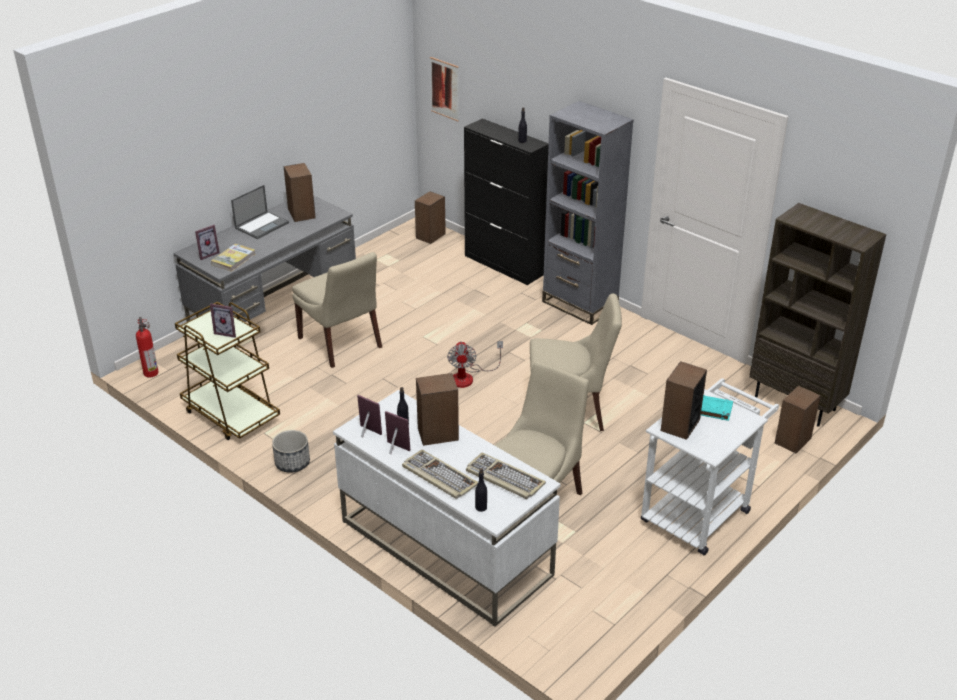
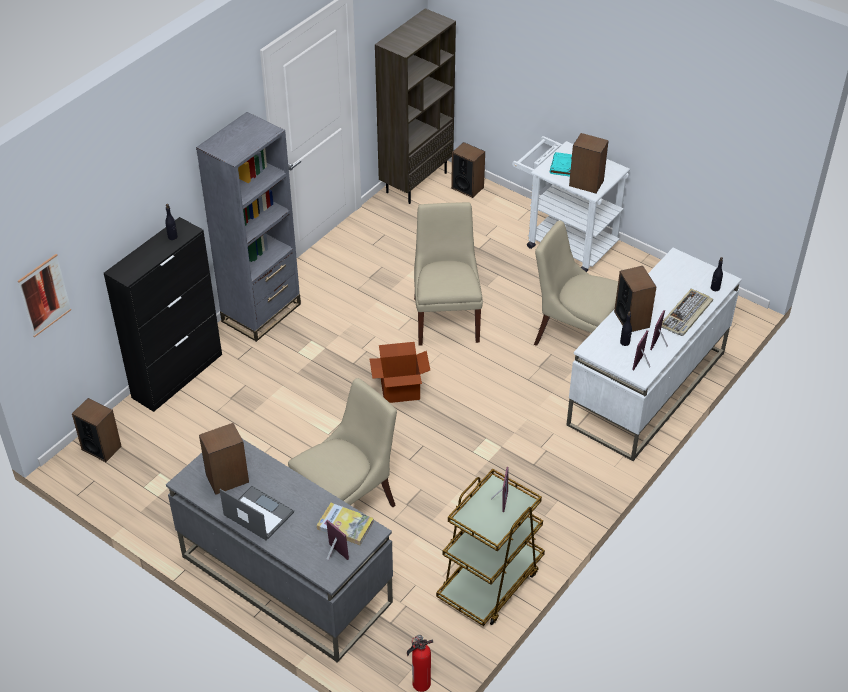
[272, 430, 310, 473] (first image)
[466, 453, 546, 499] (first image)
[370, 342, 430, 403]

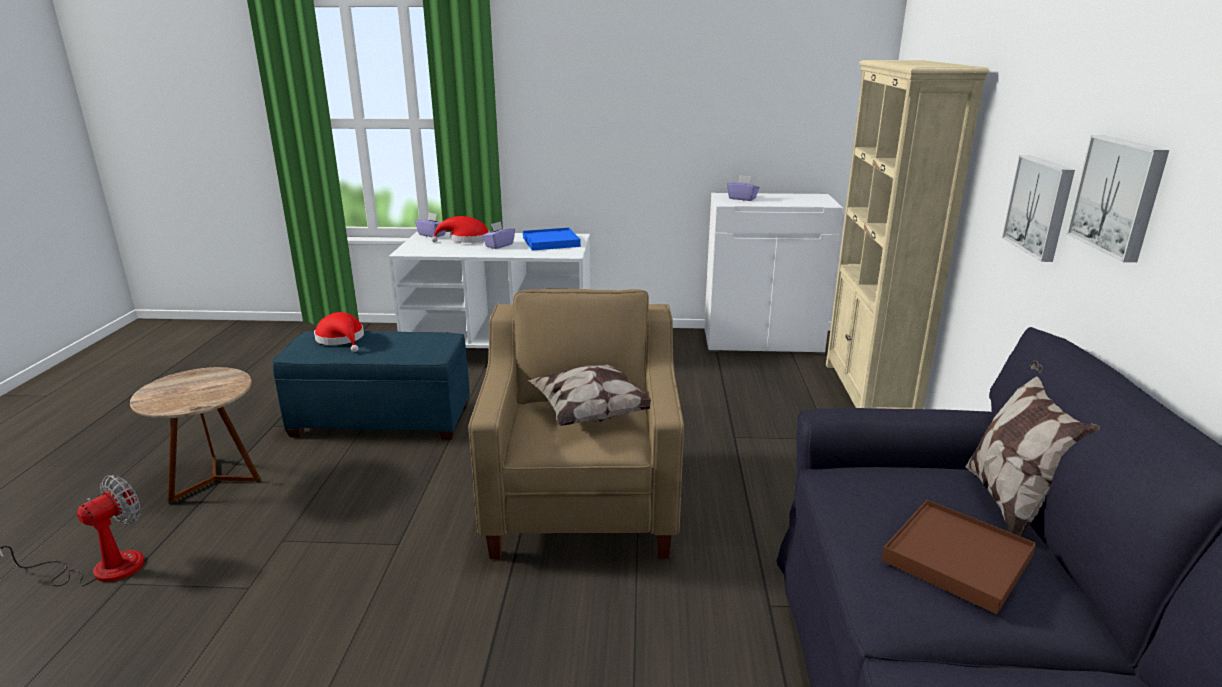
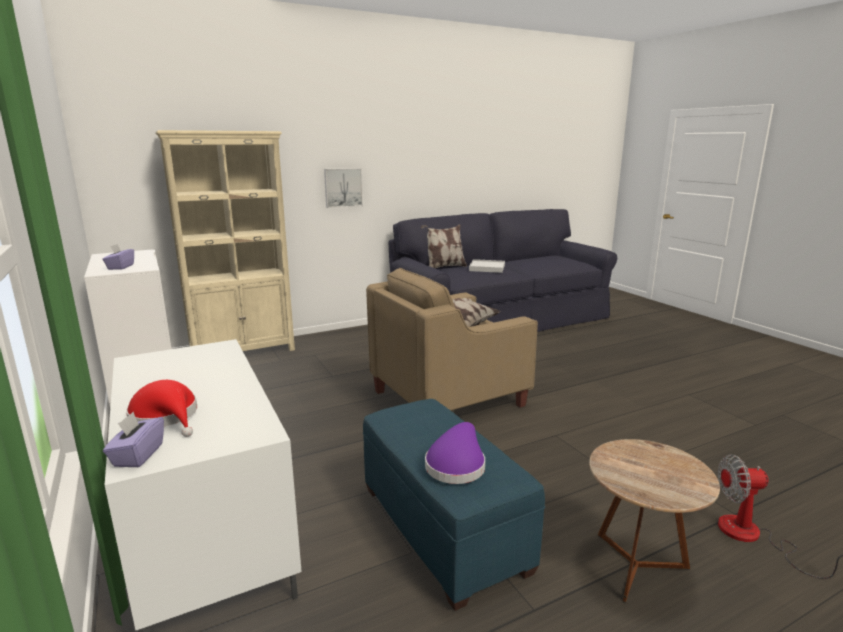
[482, 221, 515, 249] (first image)
[523, 228, 581, 251] (first image)
[1067, 135, 1169, 262] (first image)
[425, 422, 485, 484]
[469, 259, 505, 273]

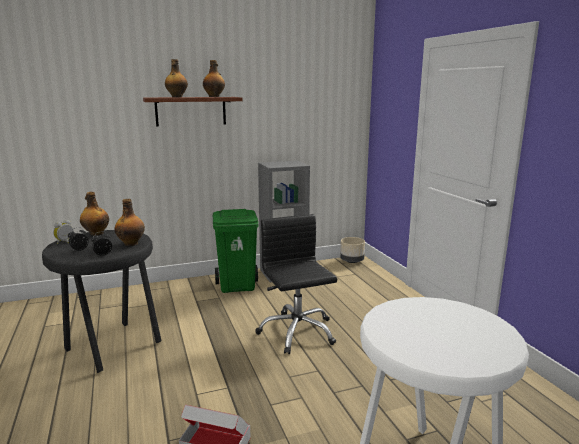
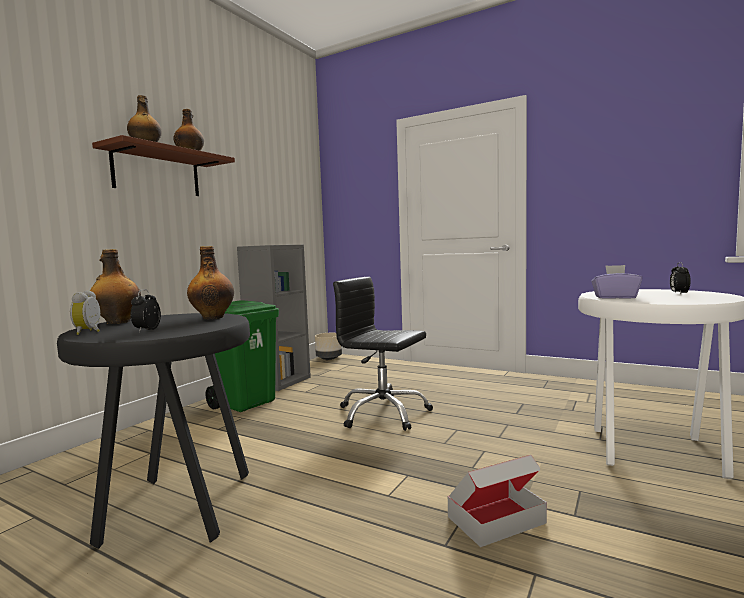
[591, 265, 642, 299]
[670, 262, 690, 294]

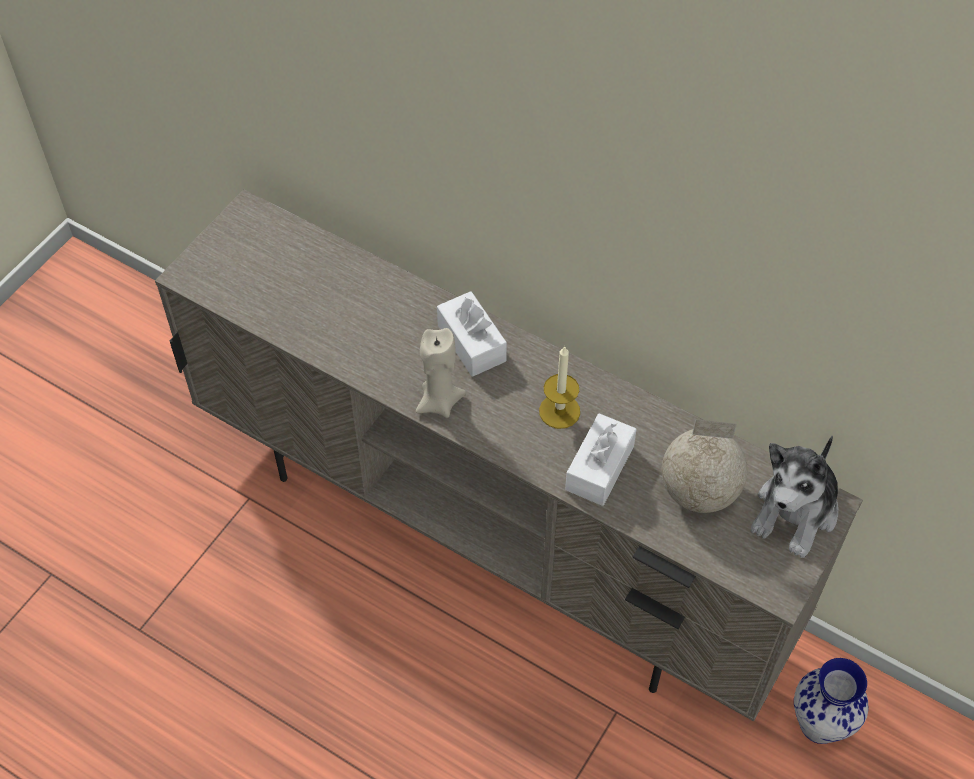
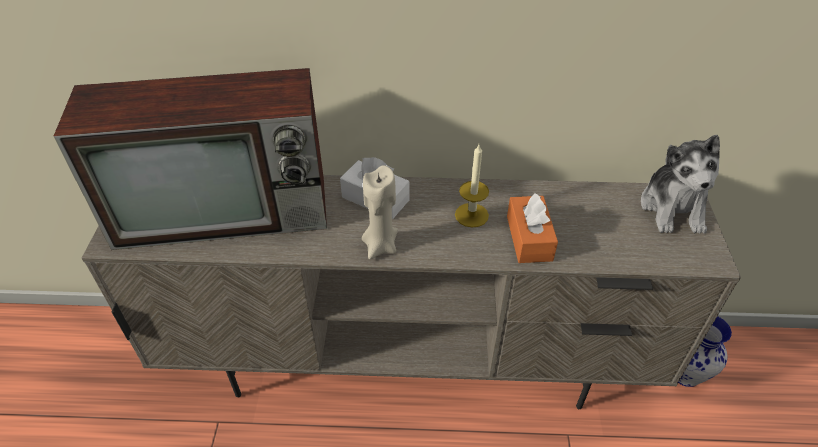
[662, 419, 747, 513] (first image)
[54, 68, 327, 250]
[507, 192, 558, 263]

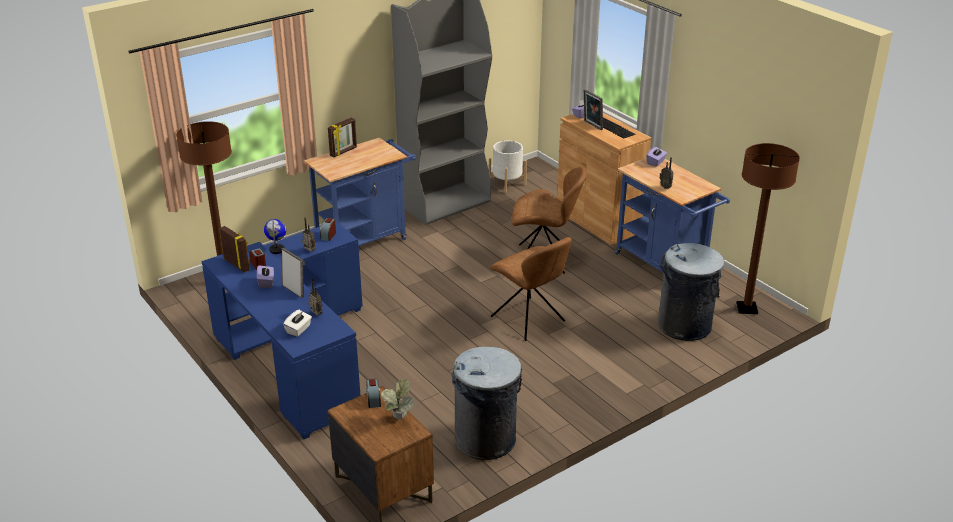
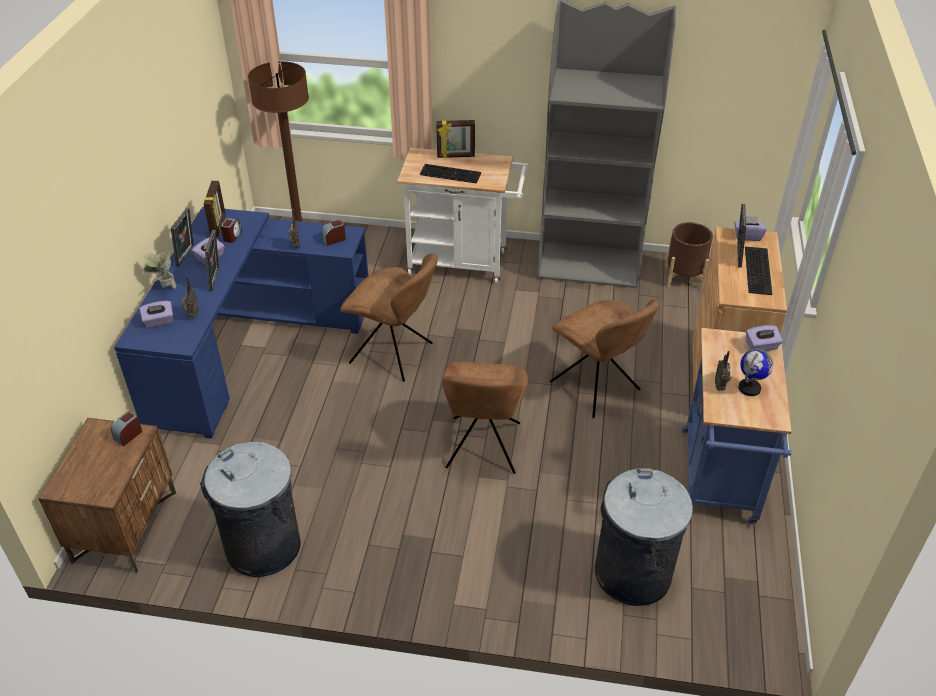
[736, 143, 800, 314] (first image)
[171, 208, 194, 267]
[340, 253, 438, 382]
[420, 164, 481, 184]
[738, 349, 773, 396]
[143, 249, 176, 289]
[140, 301, 173, 328]
[397, 148, 529, 283]
[666, 222, 713, 290]

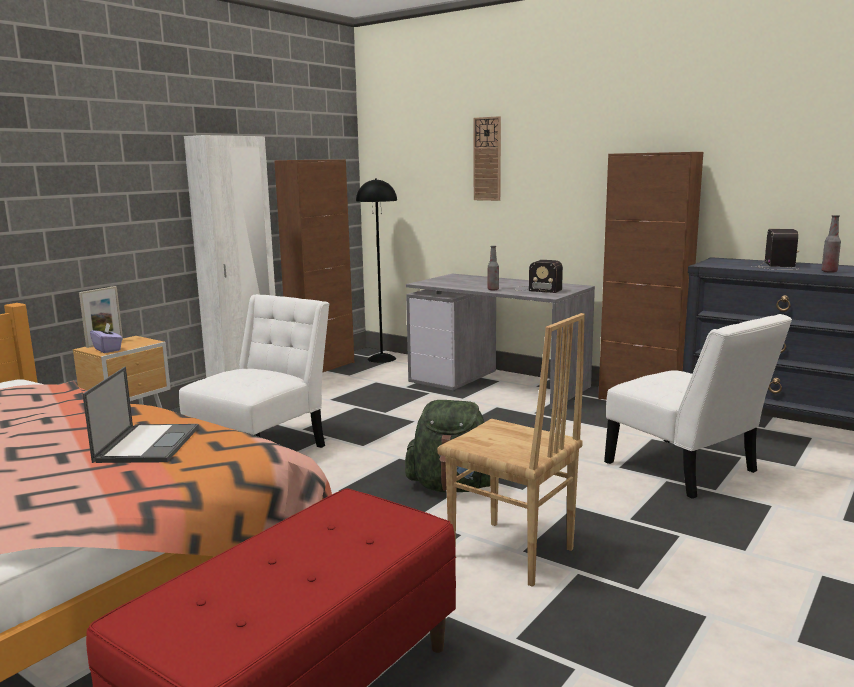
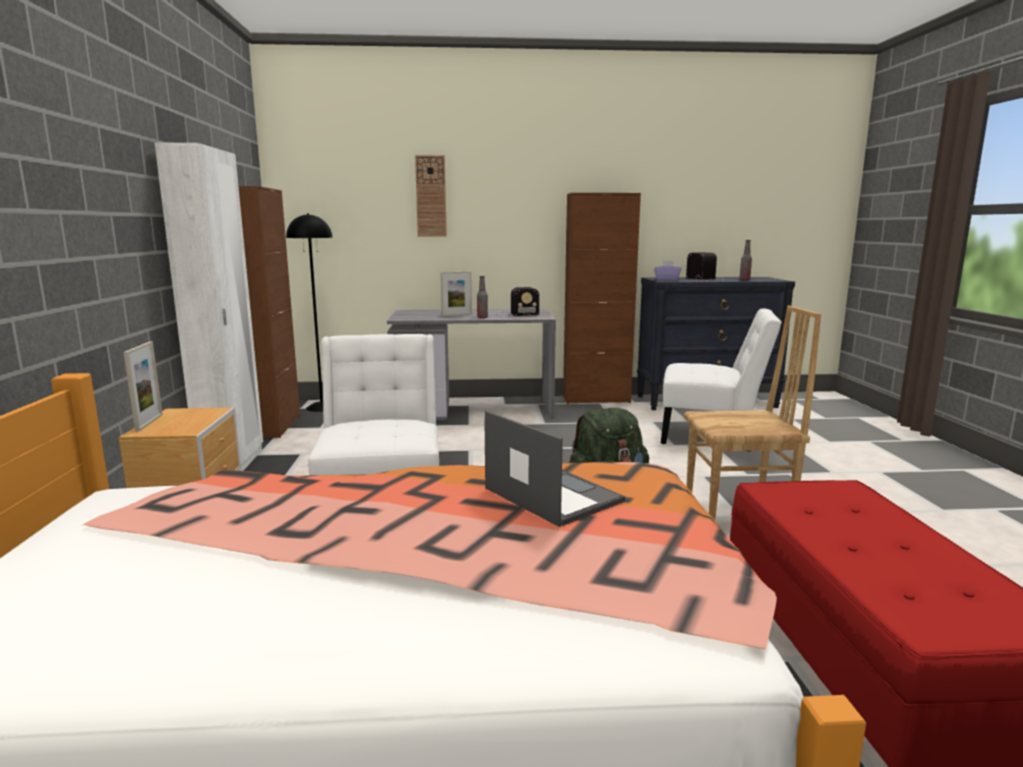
[441, 271, 472, 316]
[654, 260, 681, 281]

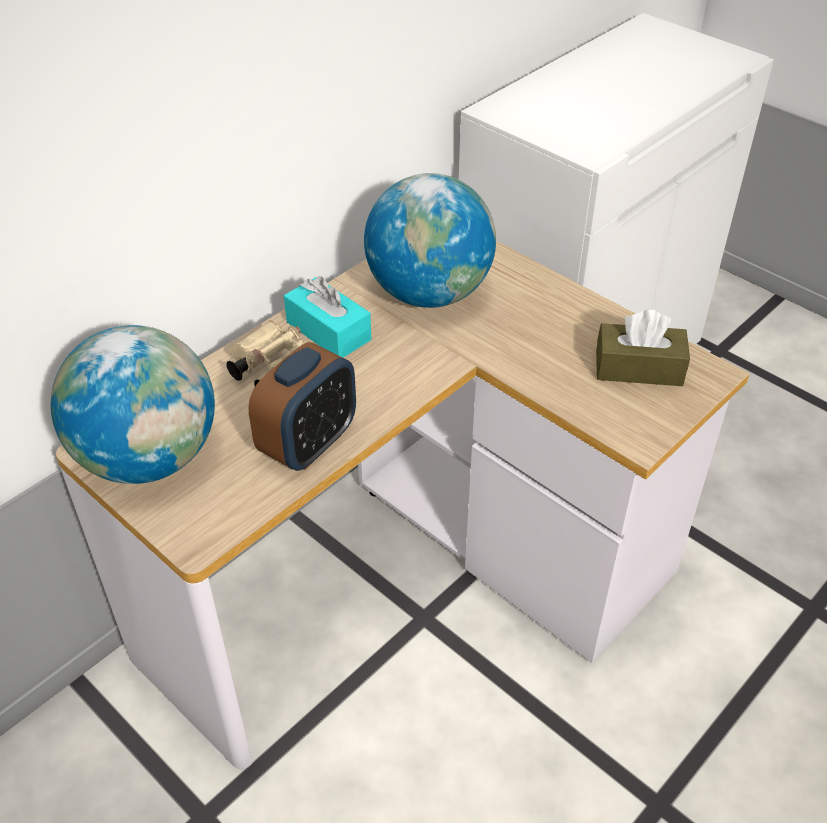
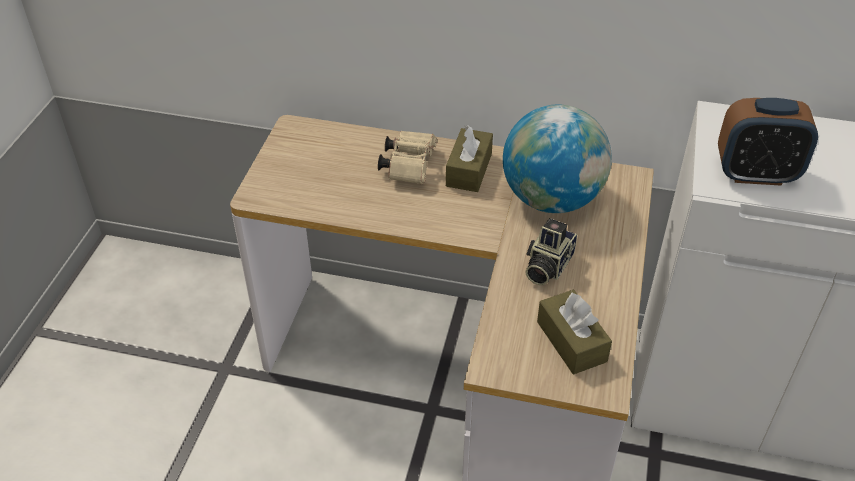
[51, 325, 215, 484] (first image)
[525, 218, 577, 285]
[718, 98, 818, 186]
[446, 125, 493, 192]

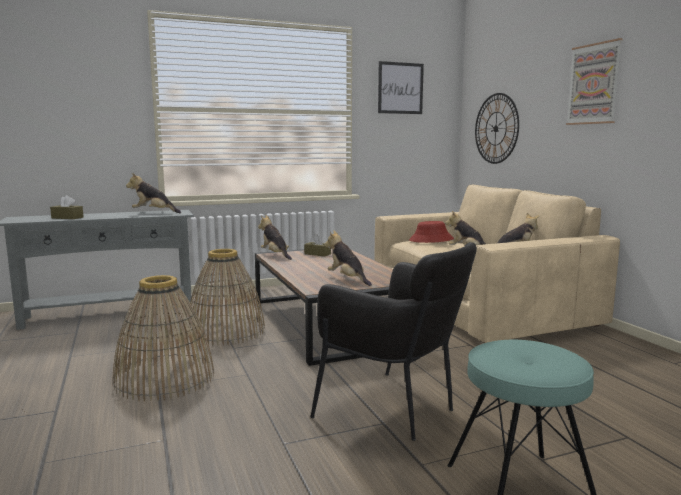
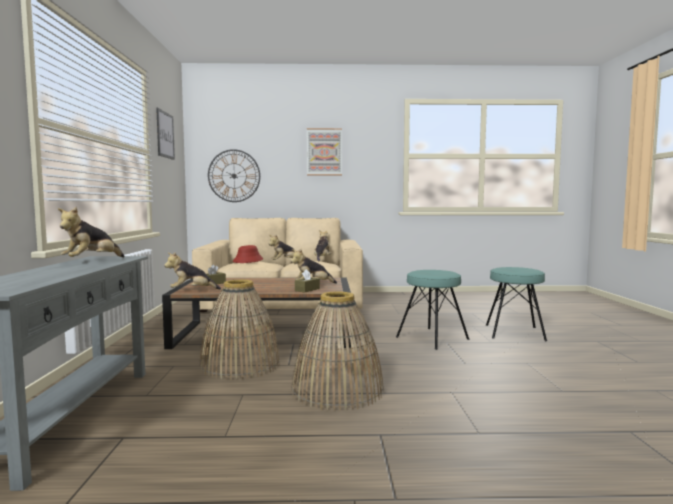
[295, 269, 320, 293]
[396, 270, 469, 350]

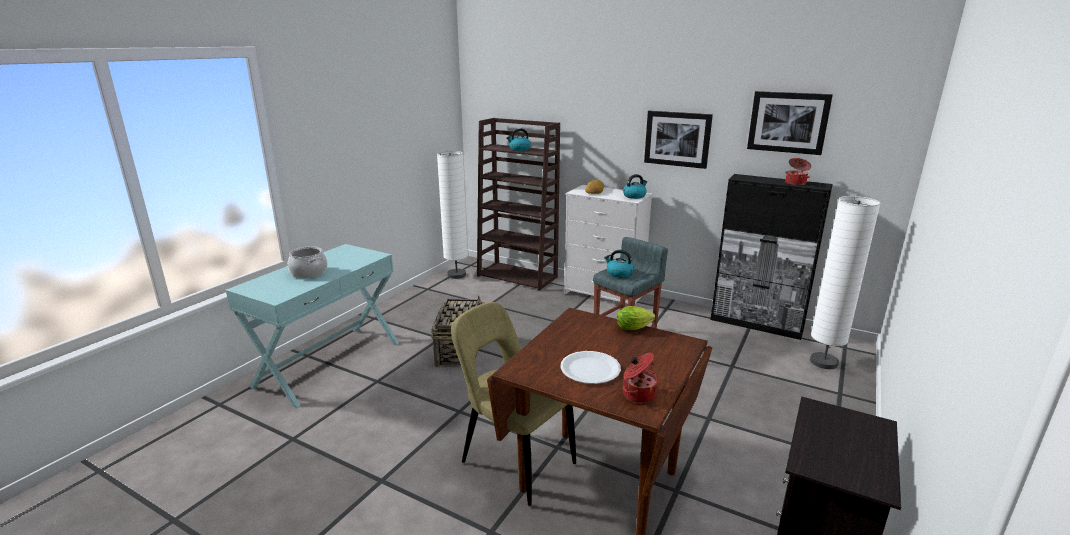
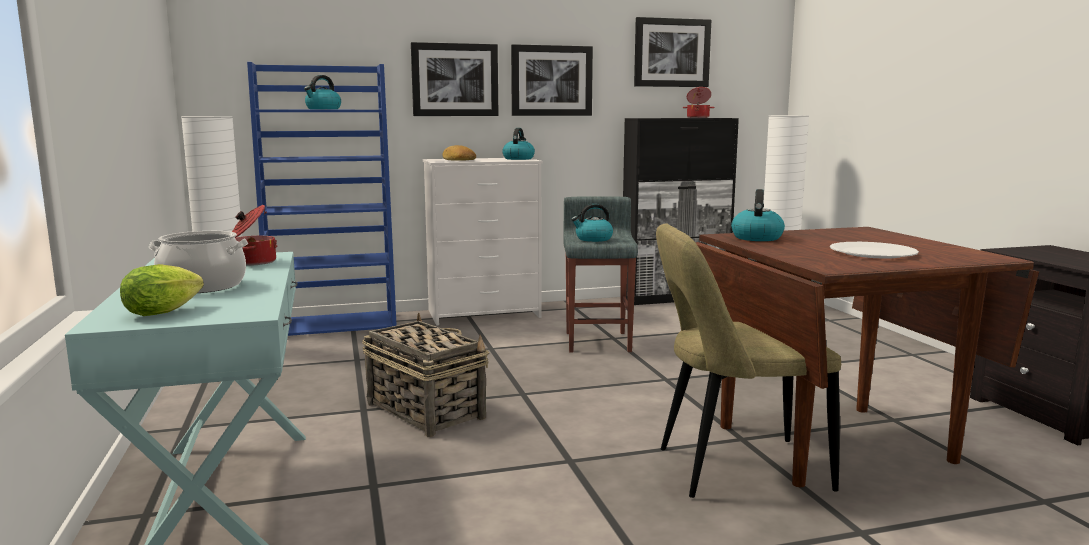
[411, 42, 499, 116]
[731, 189, 785, 241]
[120, 264, 204, 316]
[232, 205, 277, 266]
[247, 62, 397, 336]

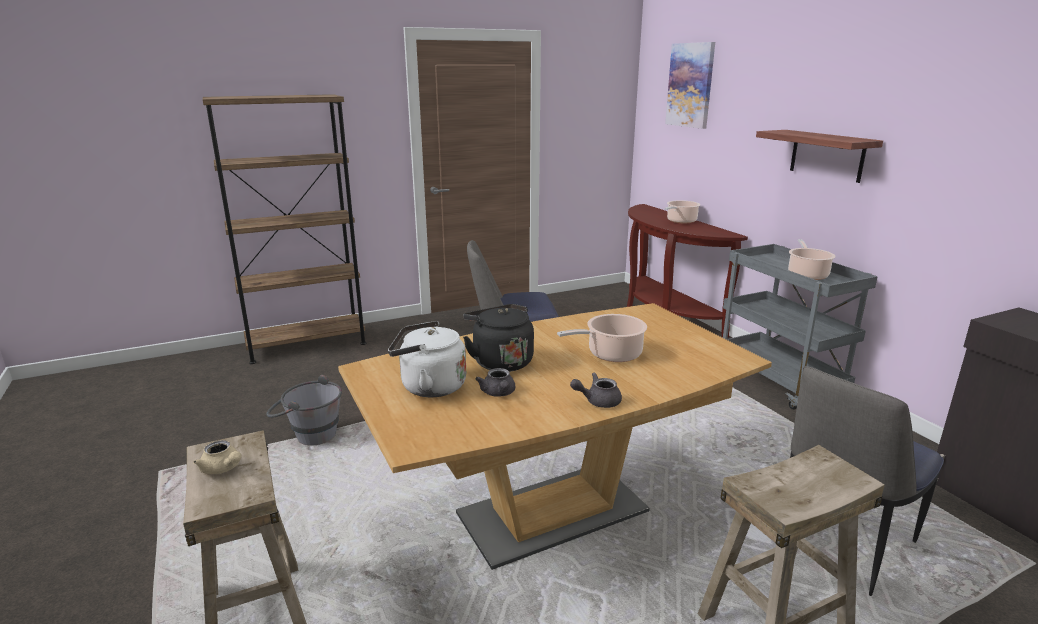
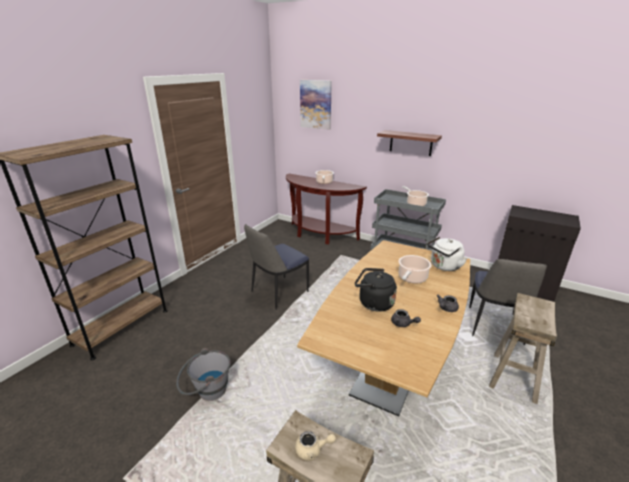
[427, 237, 467, 271]

